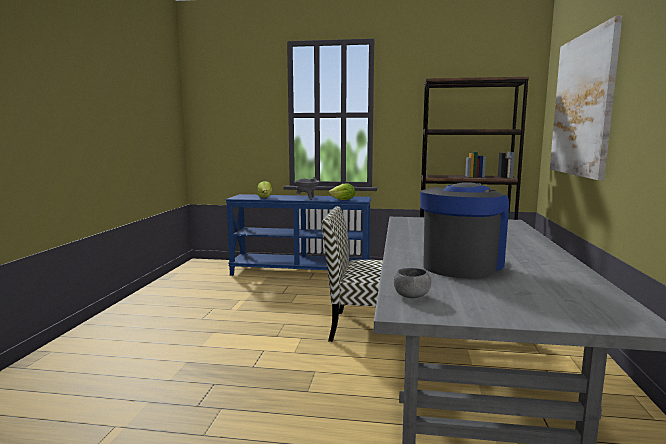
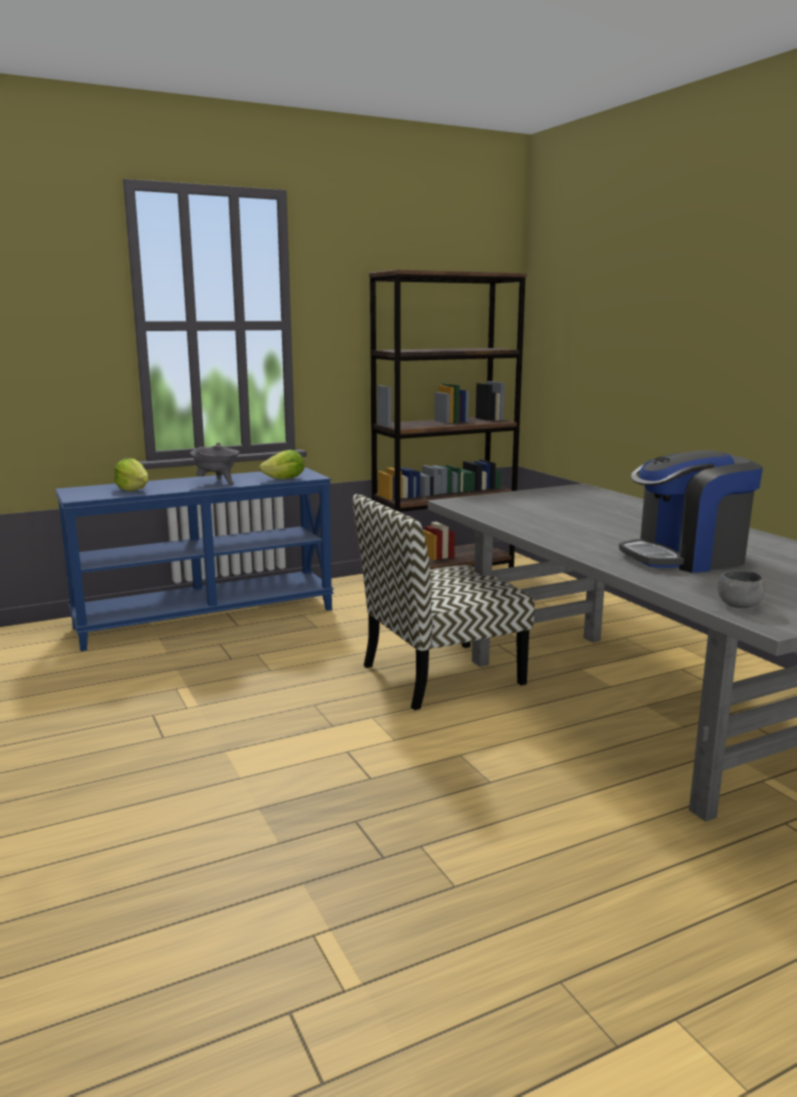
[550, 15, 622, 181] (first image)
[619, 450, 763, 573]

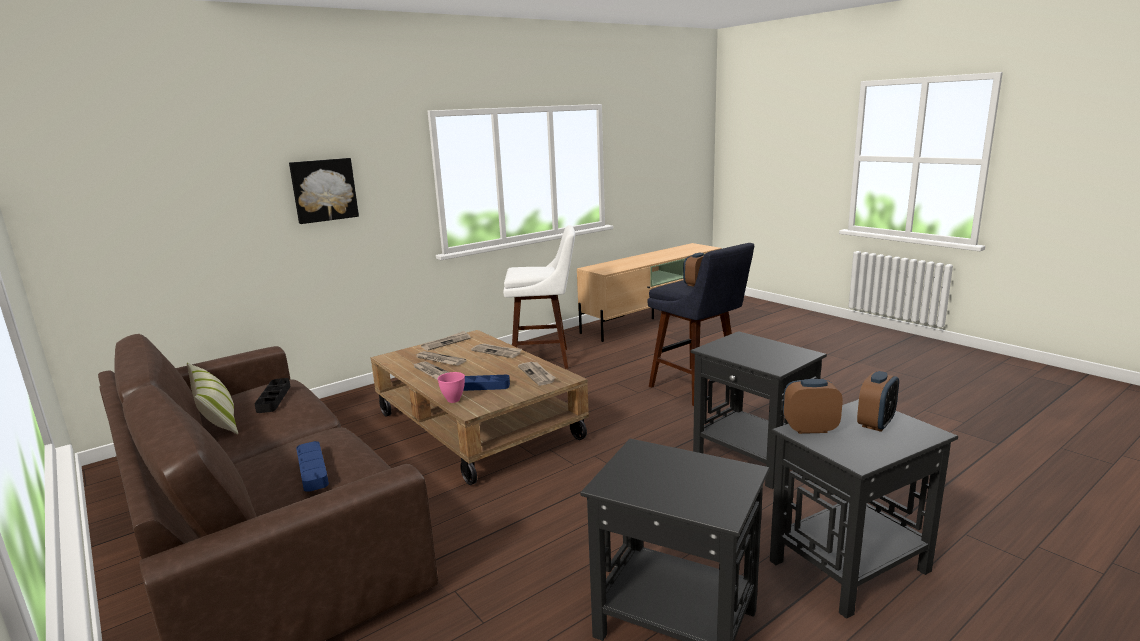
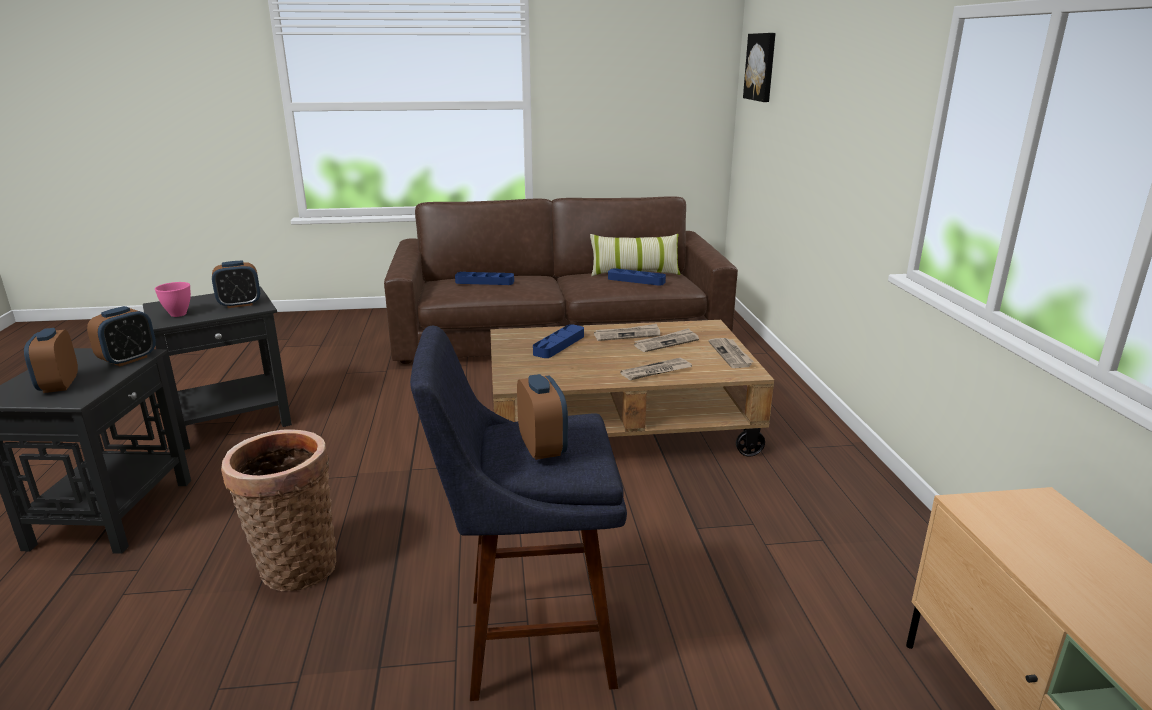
[503, 225, 575, 369] (first image)
[518, 362, 556, 386] (first image)
[212, 261, 260, 308]
[743, 33, 776, 102]
[155, 282, 191, 317]
[221, 429, 337, 591]
[608, 268, 666, 286]

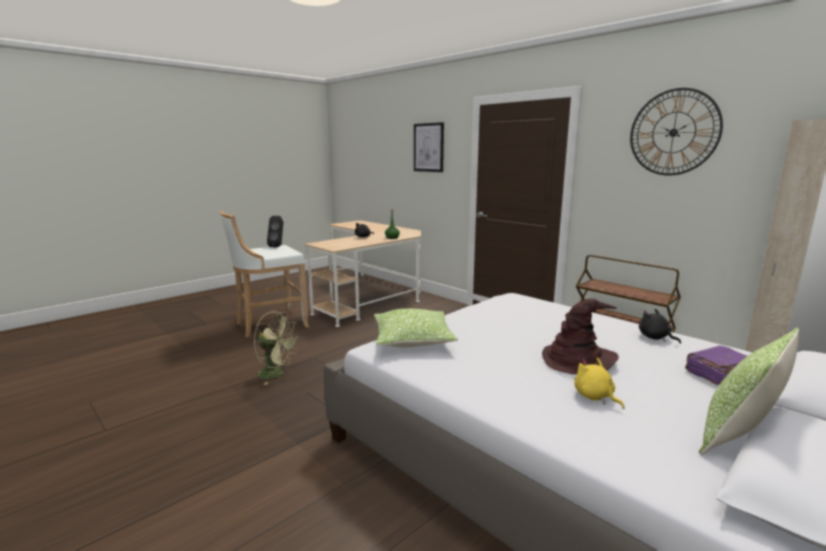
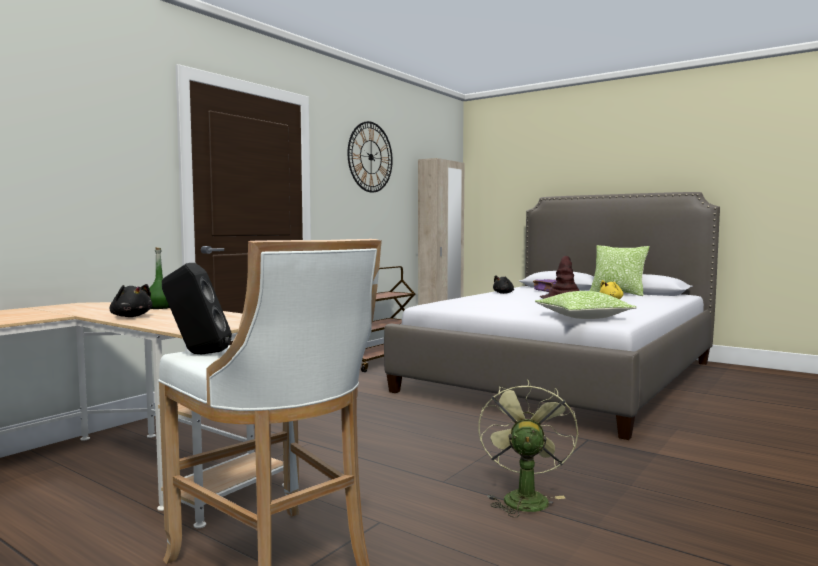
[414, 122, 444, 172] (first image)

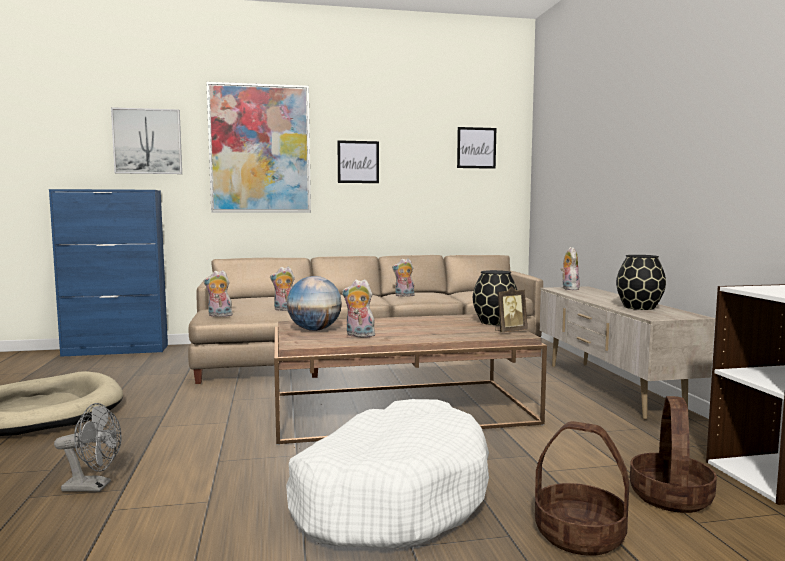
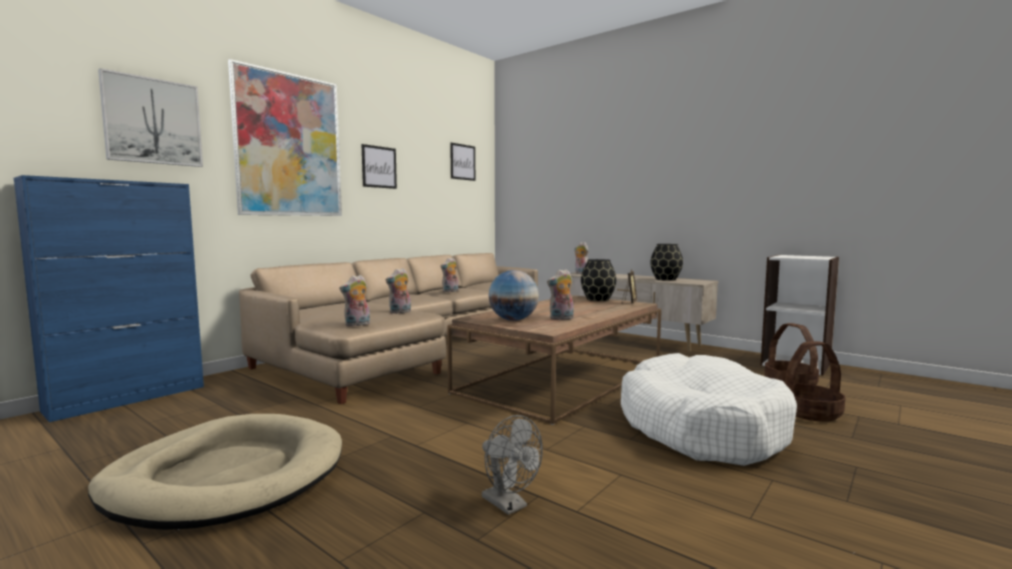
[482, 415, 543, 515]

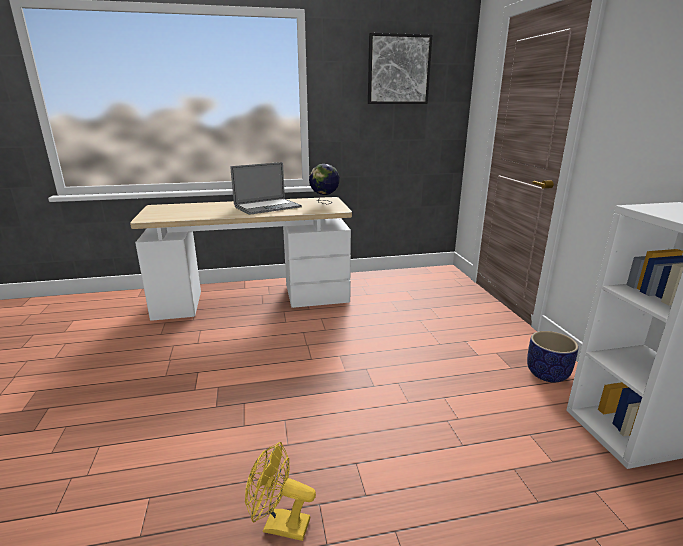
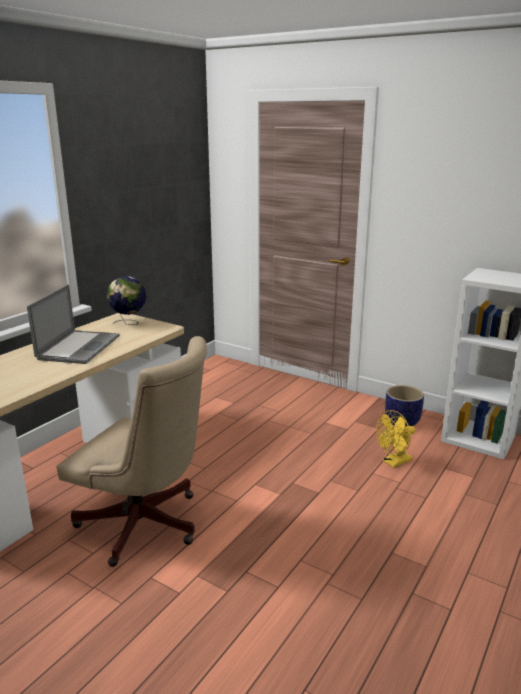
[368, 33, 432, 104] (first image)
[57, 336, 207, 567]
[376, 410, 416, 468]

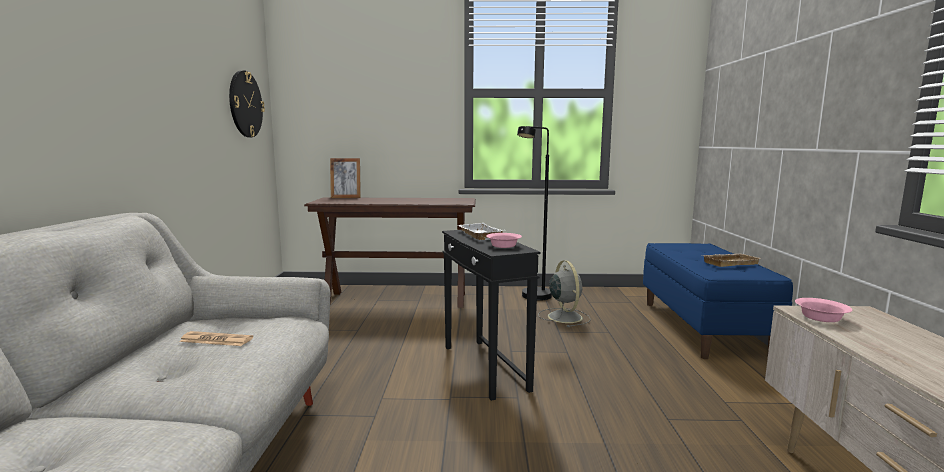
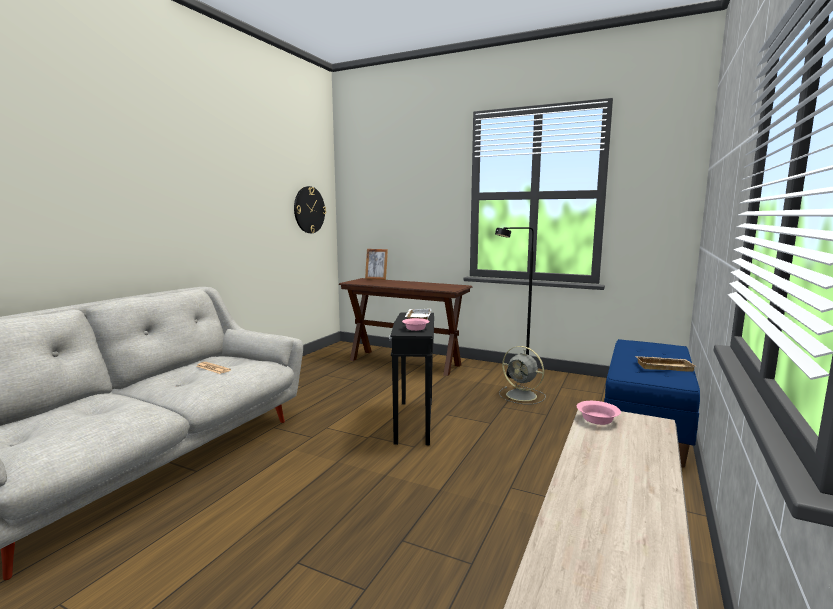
[499, 346, 546, 405]

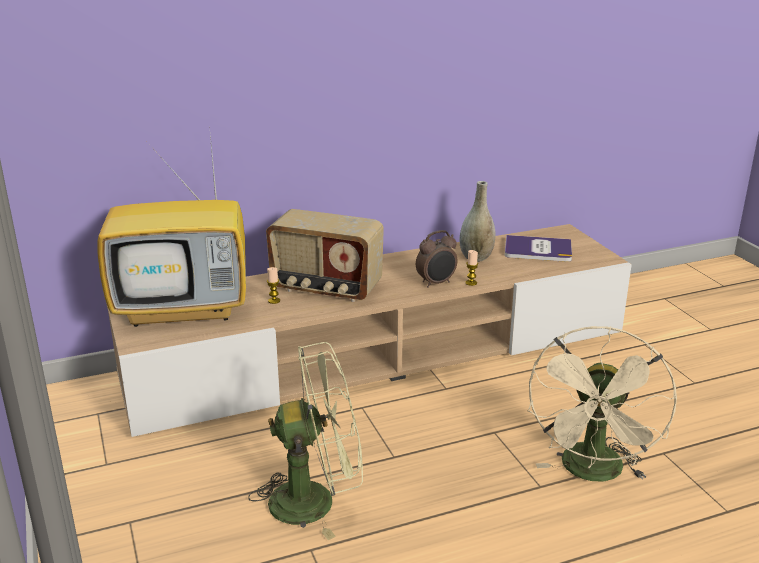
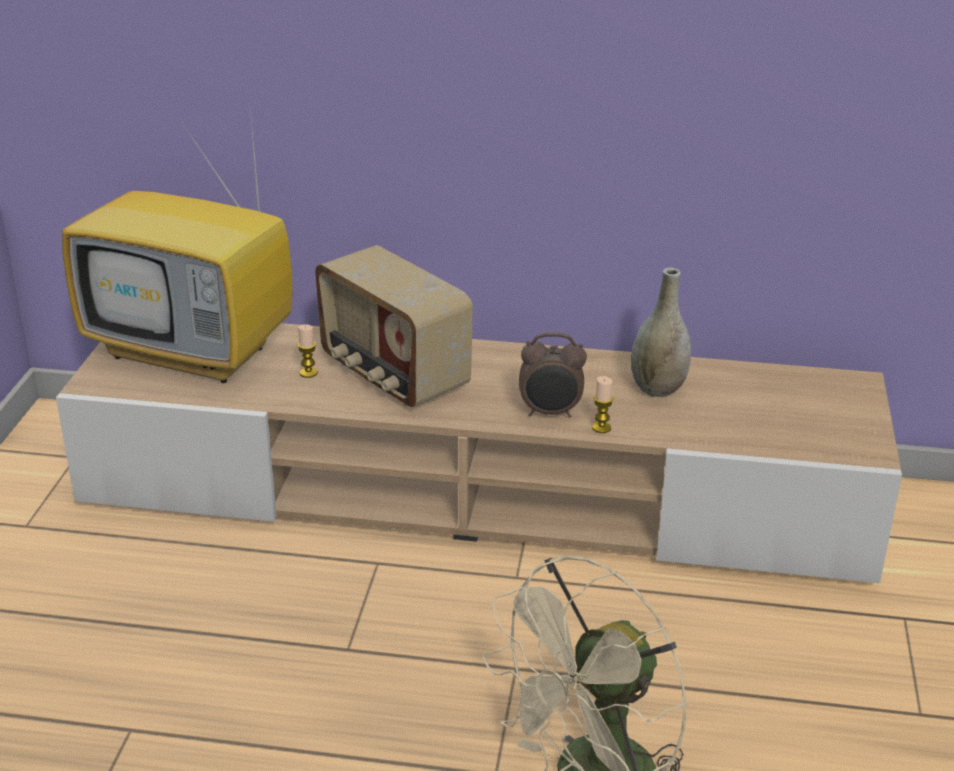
[248, 342, 363, 540] (first image)
[505, 235, 572, 262] (first image)

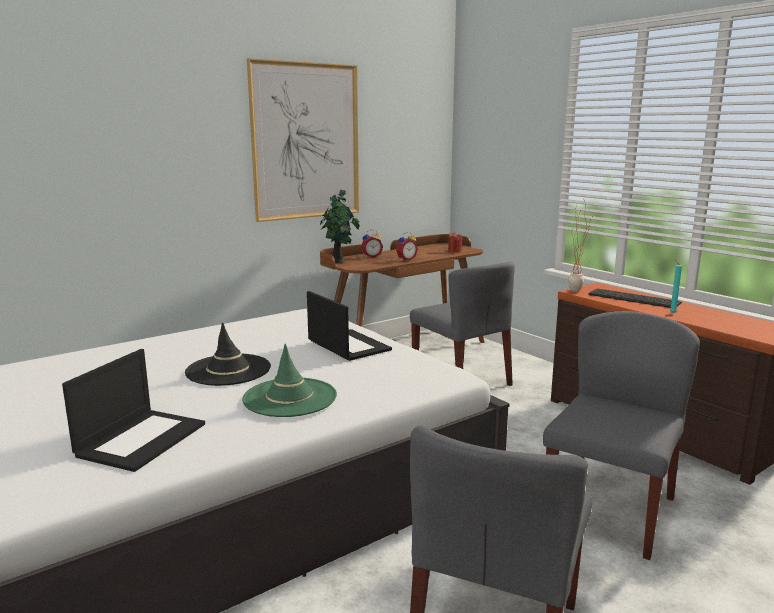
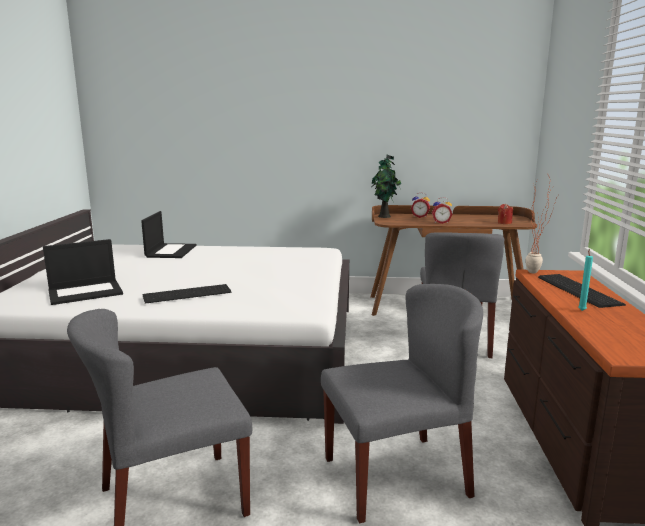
[185, 322, 271, 386] (first image)
[247, 58, 359, 222] (first image)
[141, 211, 196, 258]
[143, 284, 231, 304]

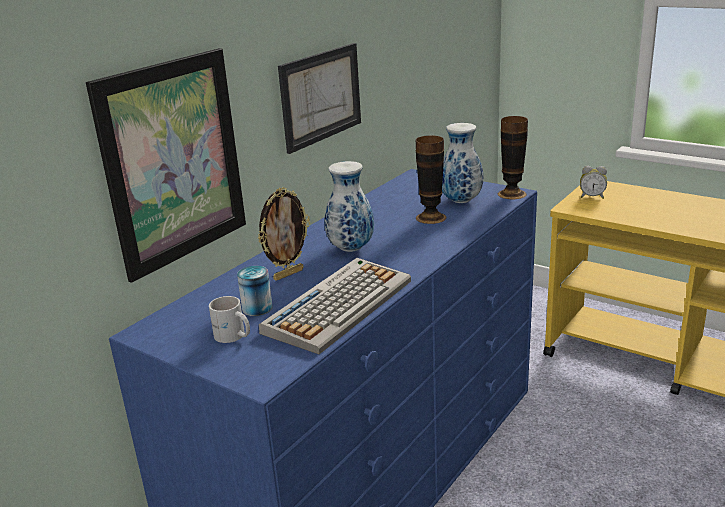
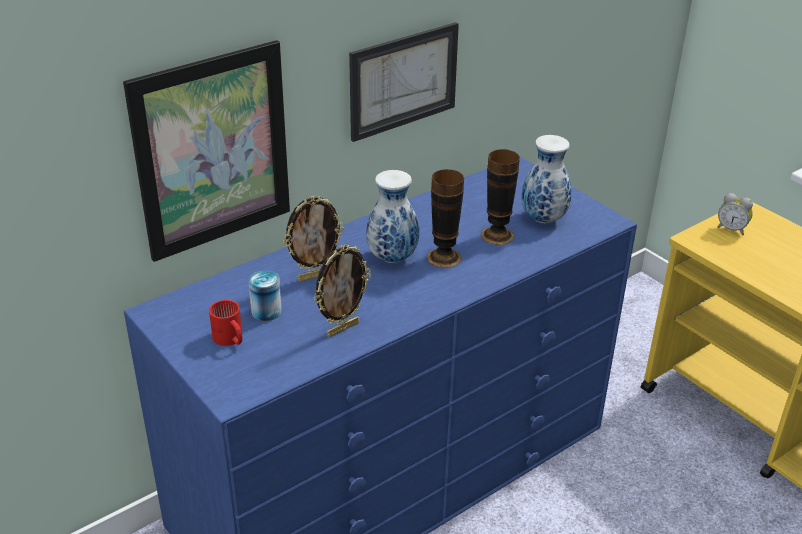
[427, 169, 464, 268]
[314, 245, 371, 337]
[209, 300, 242, 346]

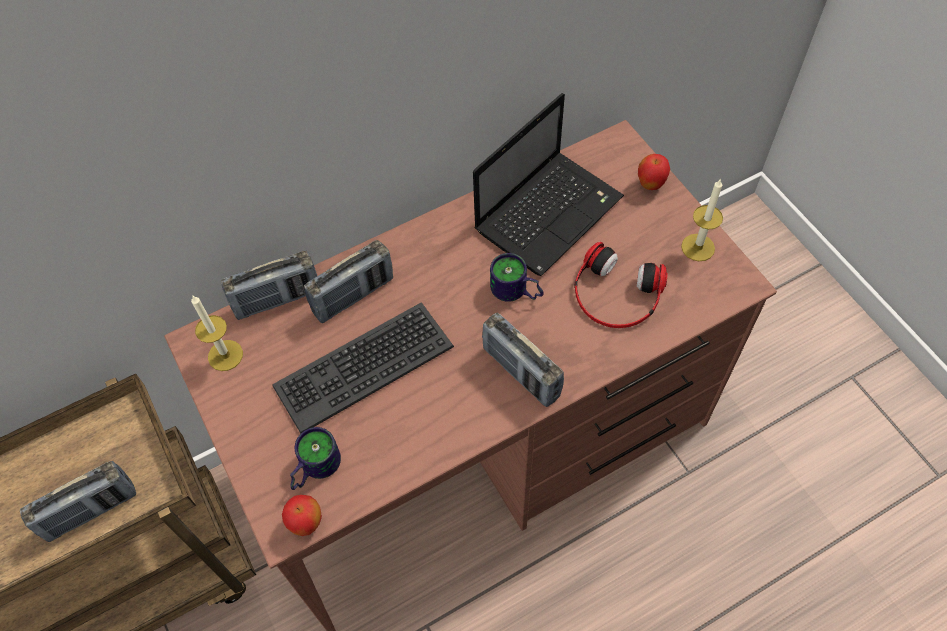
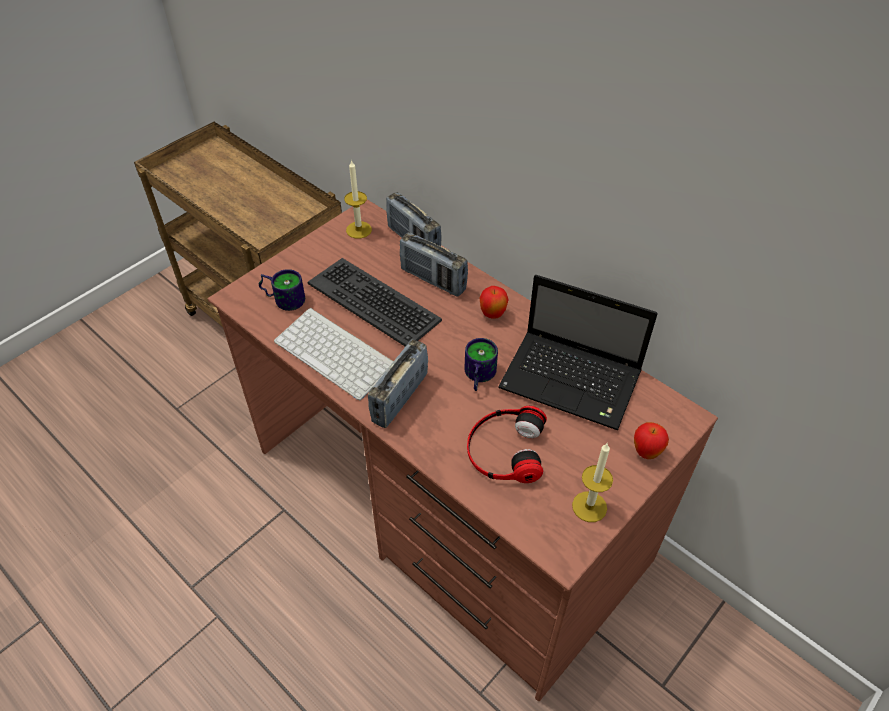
[20, 461, 136, 542] (first image)
[274, 308, 393, 400]
[479, 286, 509, 319]

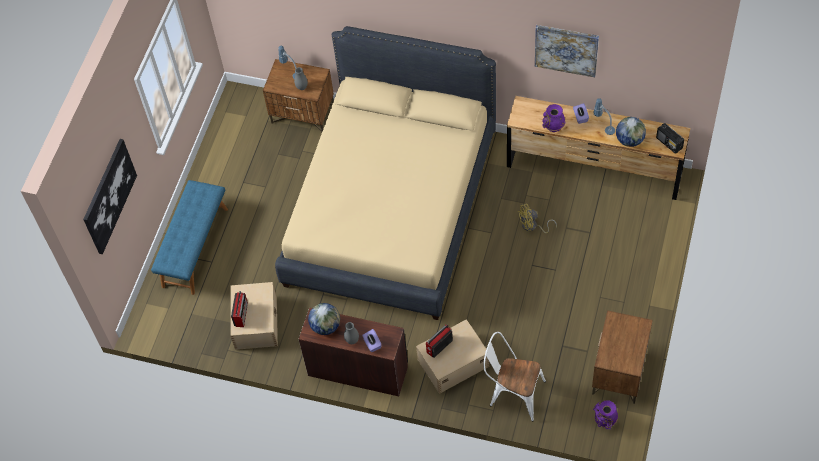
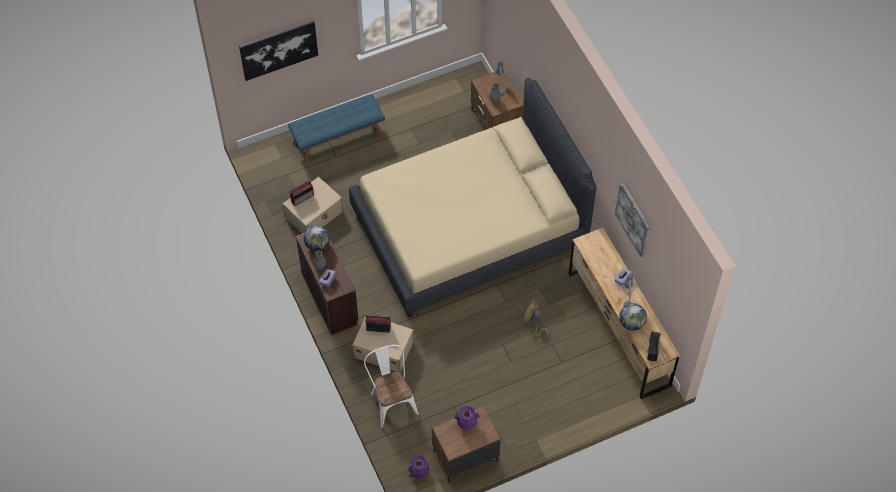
[454, 406, 480, 431]

